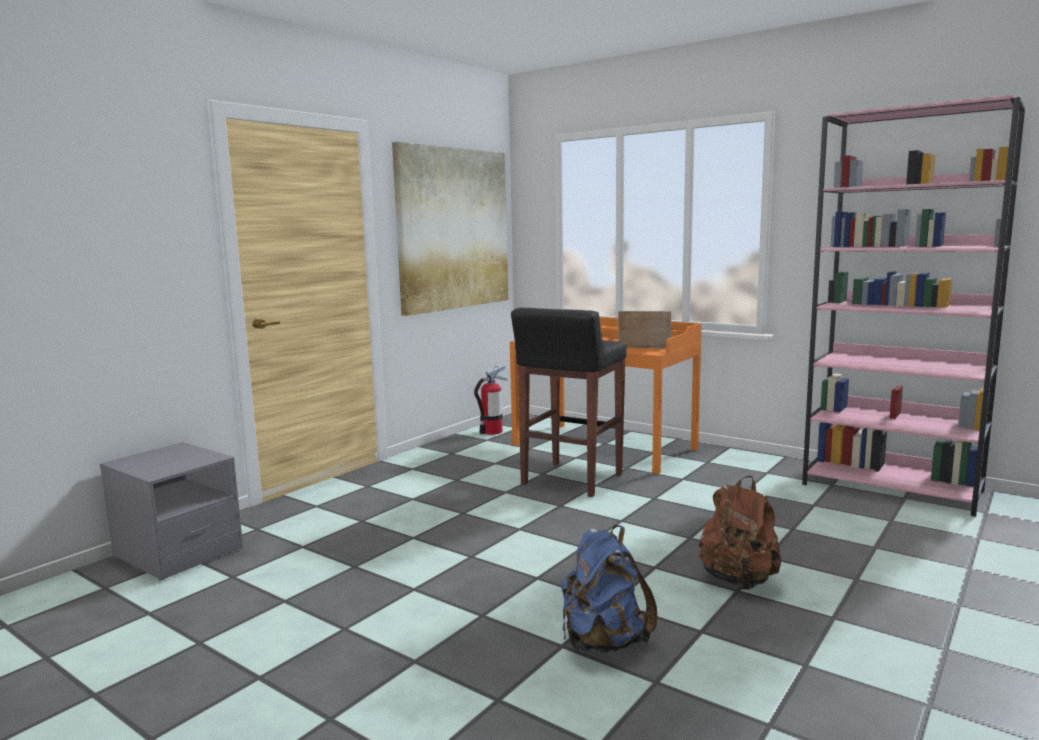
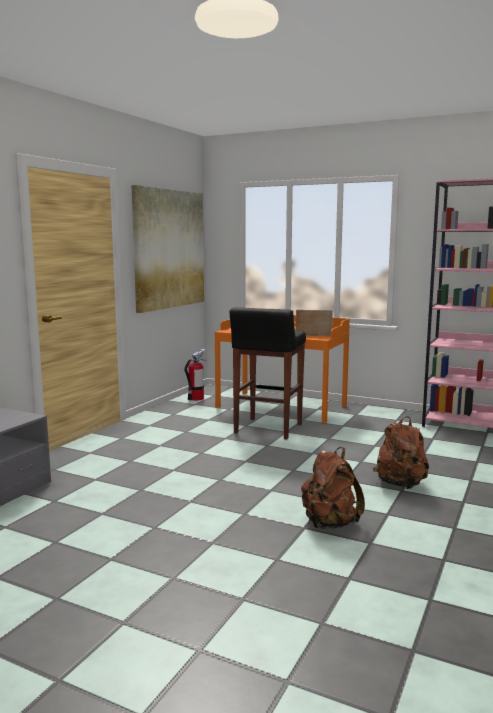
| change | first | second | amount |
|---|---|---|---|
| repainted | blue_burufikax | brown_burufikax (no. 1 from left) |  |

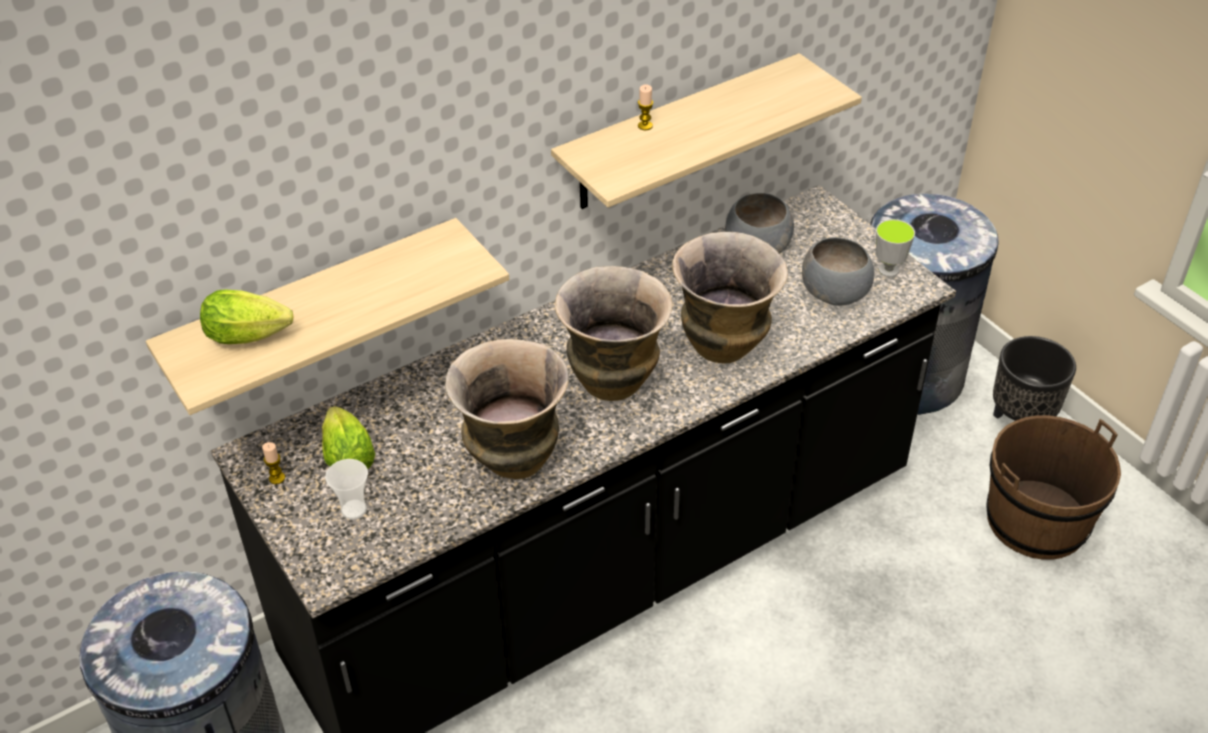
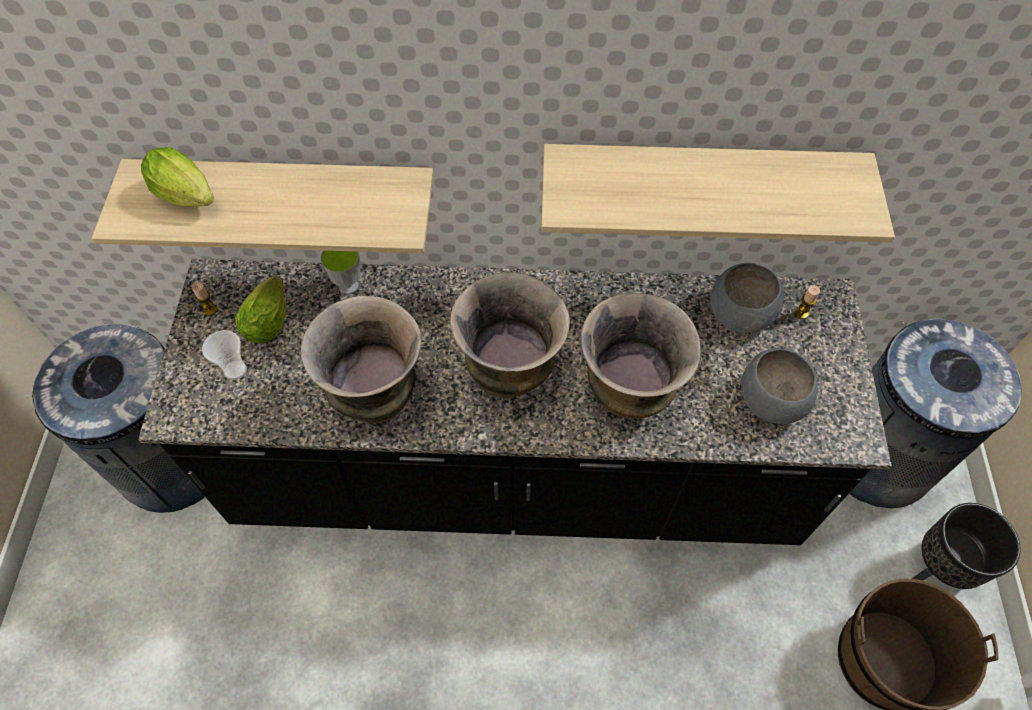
| change | first | second | amount |
|---|---|---|---|
| shifted | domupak (no. 2 from left) |  |  |
| shifted | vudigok (no. 2 from left) |  |  |

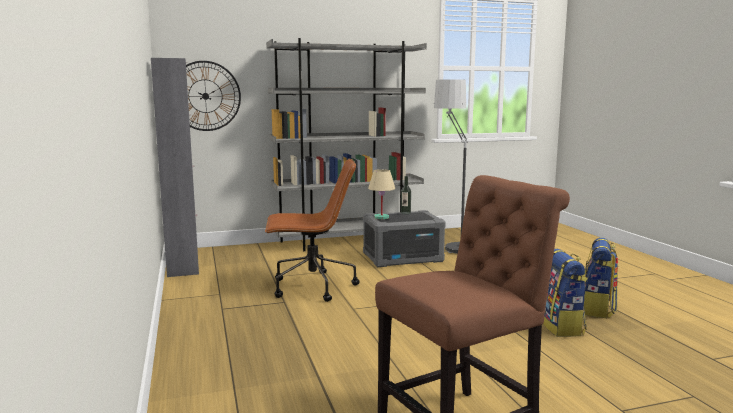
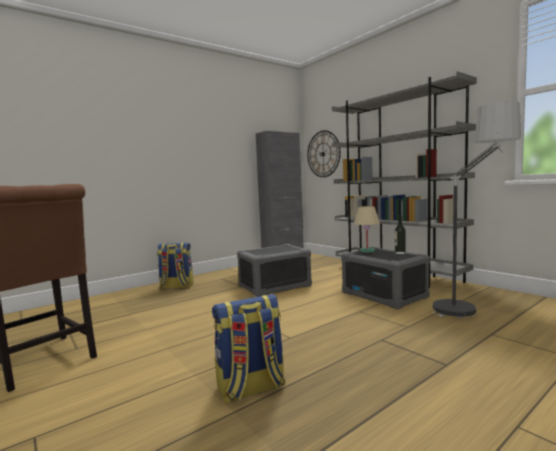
| change | first | second | amount |
|---|---|---|---|
| swapped | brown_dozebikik | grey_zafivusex (no. 1 from left) |  |
| shifted | burufikax (no. 2 from left in the first image) | burufikax (no. 1 from left) |  |

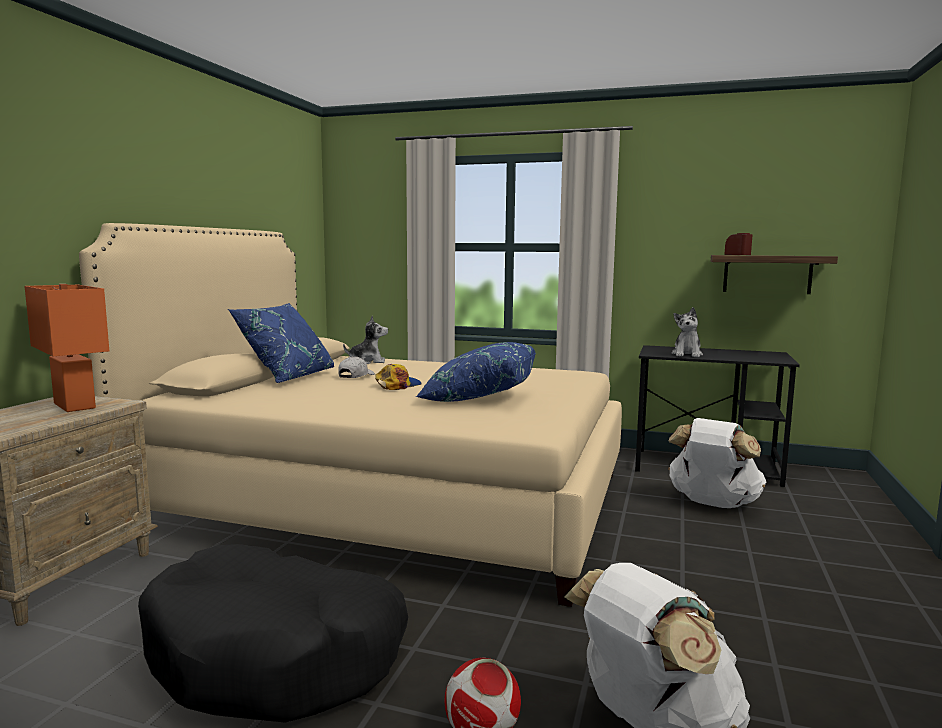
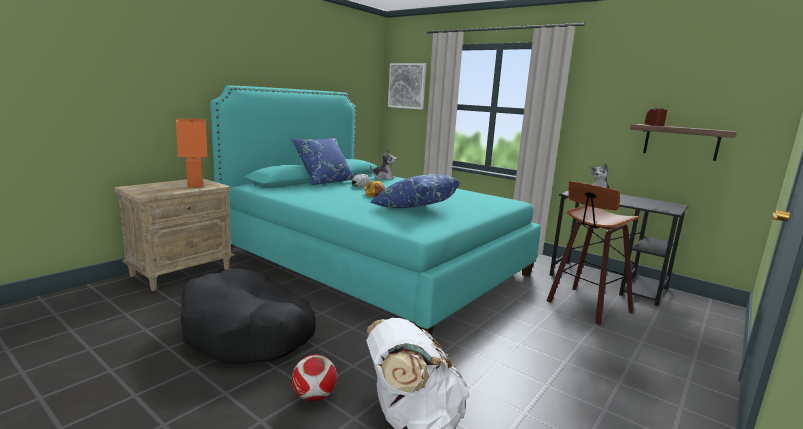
| change | first | second | amount |
|---|---|---|---|
| repainted | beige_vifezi | turquoise_vifezi |  |
| swapped | white_burufikax (no. 2 from left) | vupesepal |  |
| new |  | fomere |  |

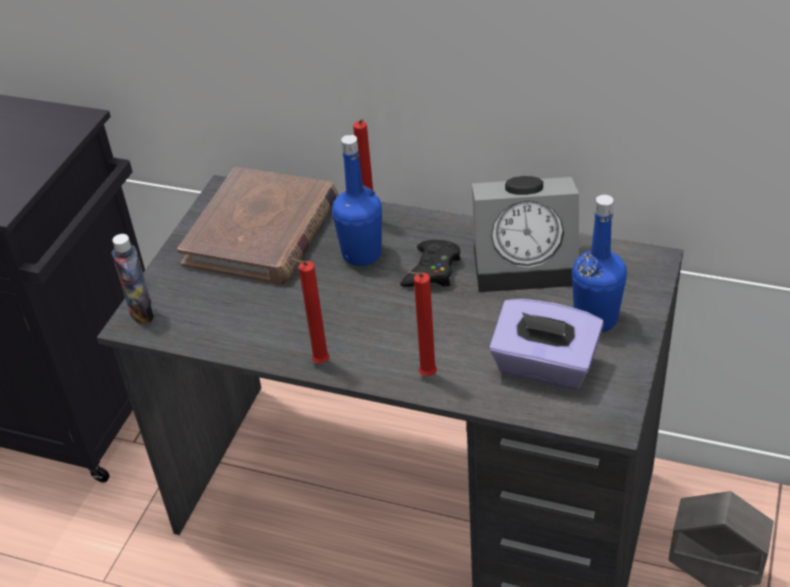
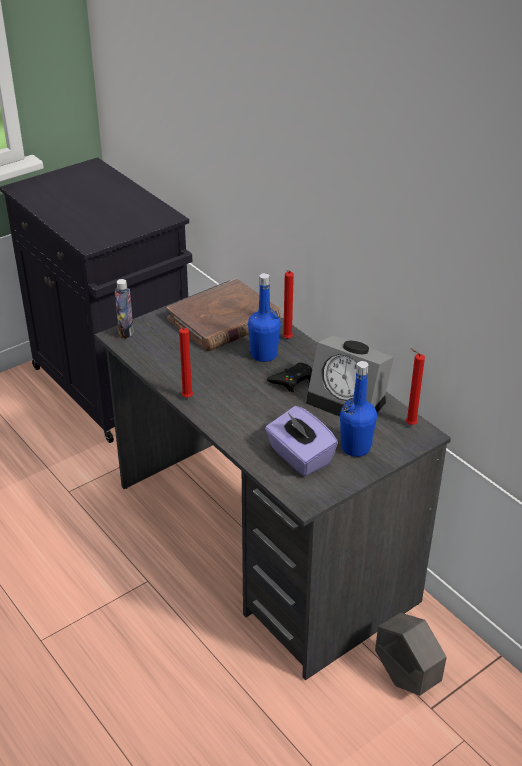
| change | first | second | amount |
|---|---|---|---|
| shifted | red_domupak (no. 3 from left) |  |  |

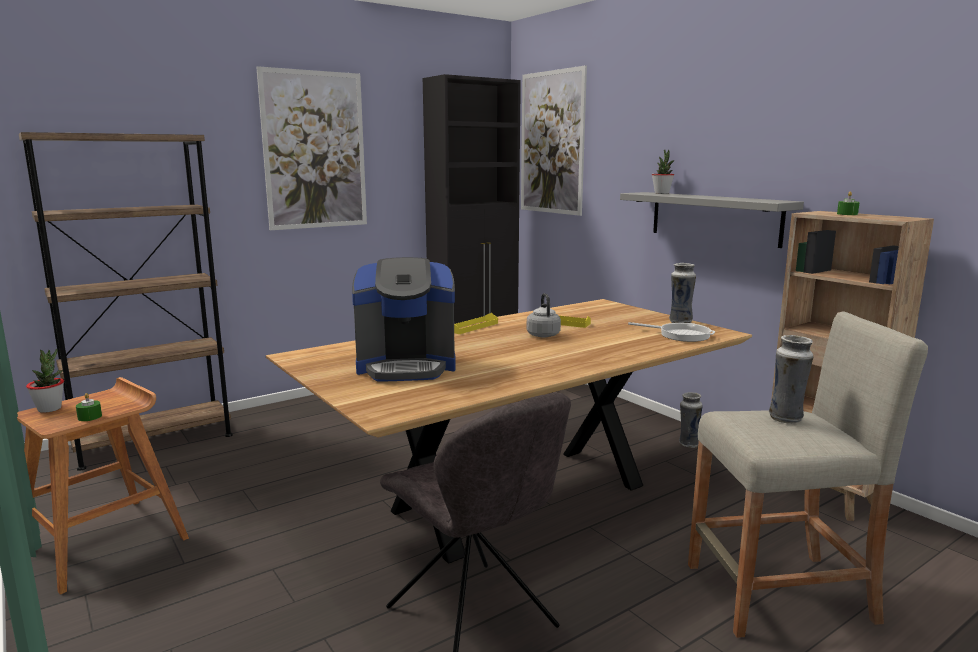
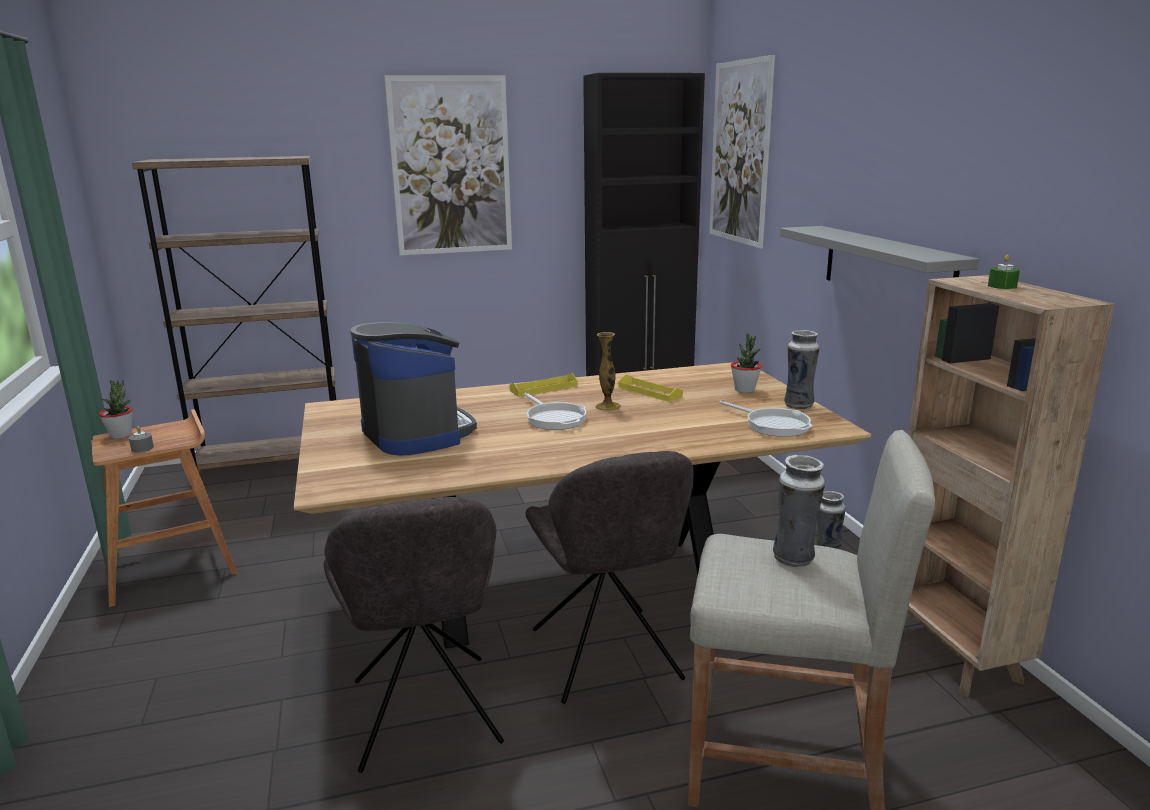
| change | first | second | amount |
|---|---|---|---|
| shifted | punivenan (no. 2 from left) |  |  |
| rotated | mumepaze |  | 135 degrees counterclockwise |
| swapped | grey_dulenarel | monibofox (no. 1 from left) |  |
| repainted | green_domupak (no. 1 from left) | grey_domupak |  |
| new |  | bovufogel (no. 1 from left) |  |
| new |  | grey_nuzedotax (no. 2 from left) |  |

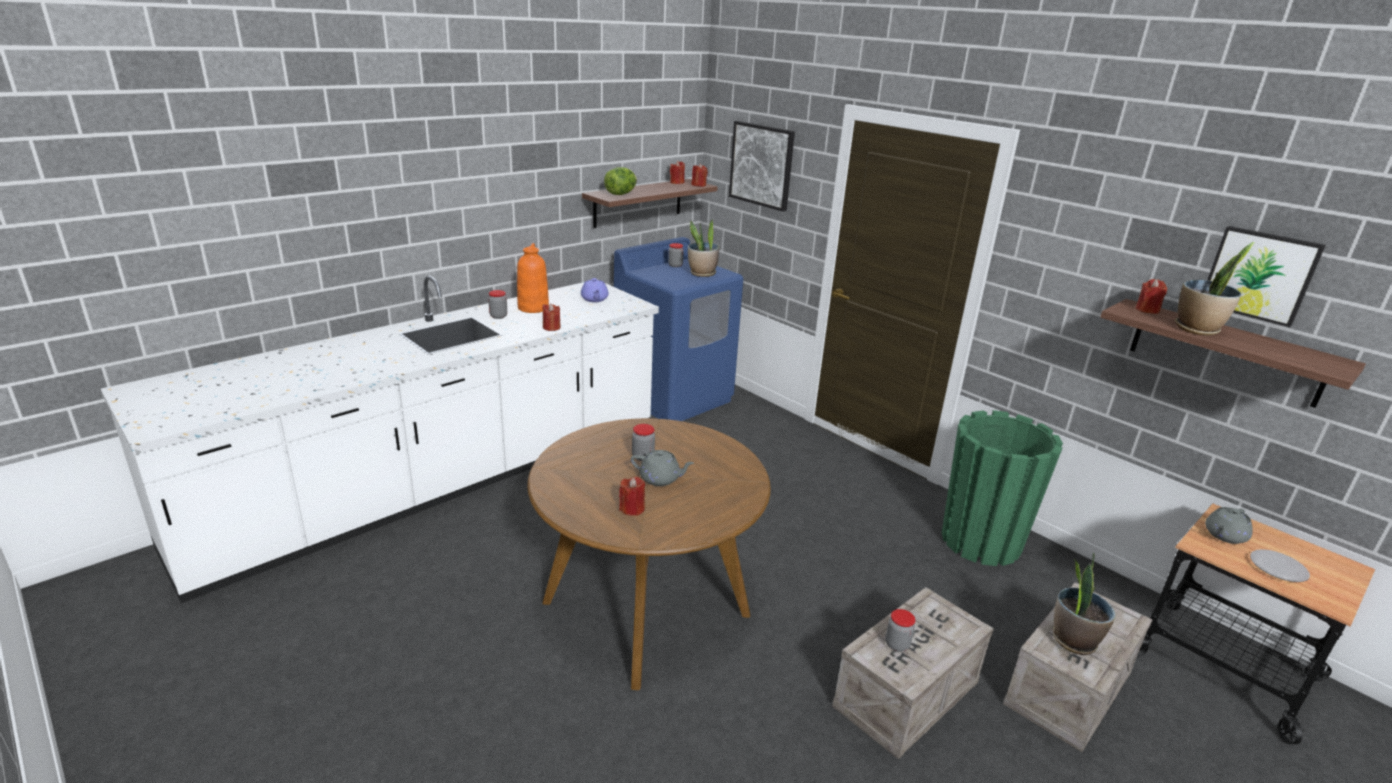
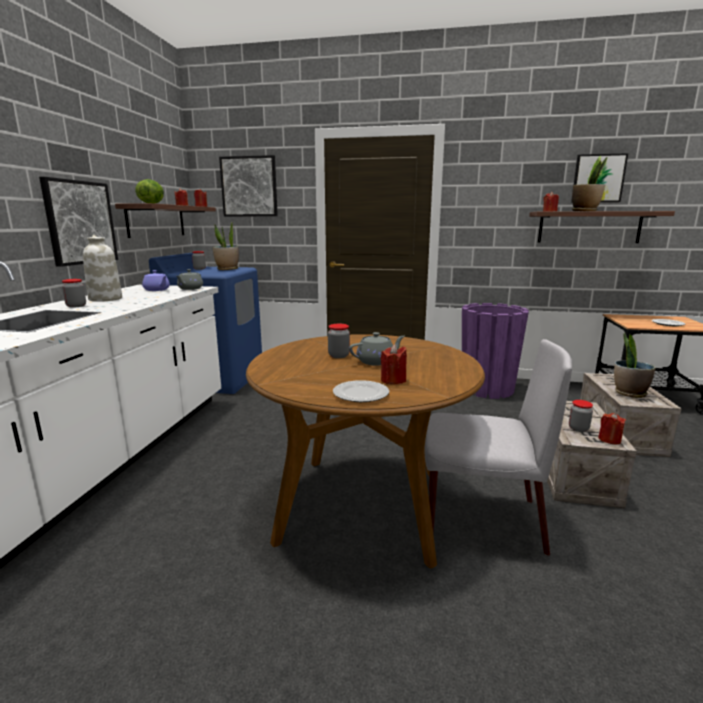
| change | first | second | amount |
|---|---|---|---|
| repainted | orange_monibofox | white_monibofox |  |
| shifted | red_domupak (no. 1 from left in the first image) | red_domupak (no. 5 from left) |  |
| repainted | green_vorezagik | purple_vorezagik |  |
| shifted | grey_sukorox (no. 2 from left in the first image) | grey_sukorox (no. 1 from left) |  |
| new |  | fomere (no. 1 from left) |  |
| new |  | grey_nuzedotax |  |
| new |  | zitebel (no. 1 from left) |  |

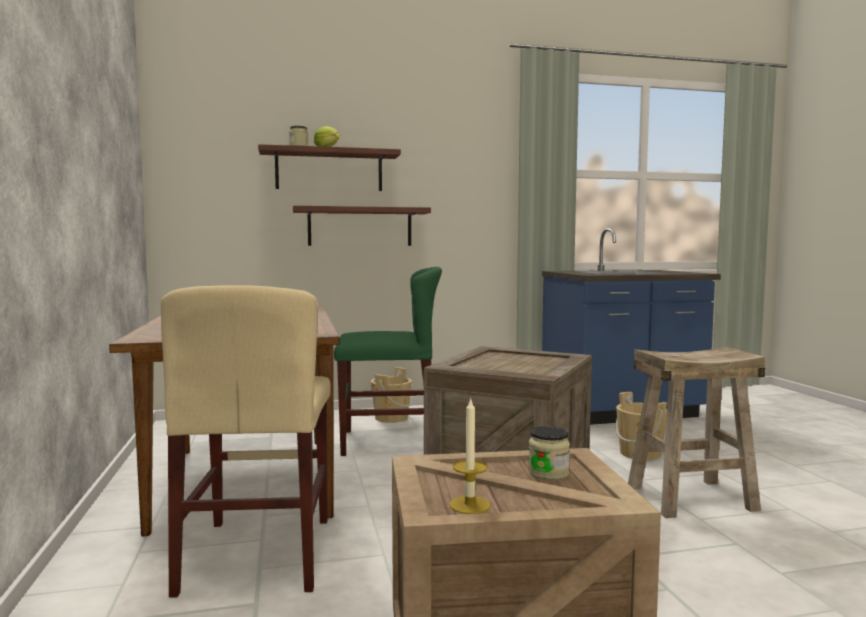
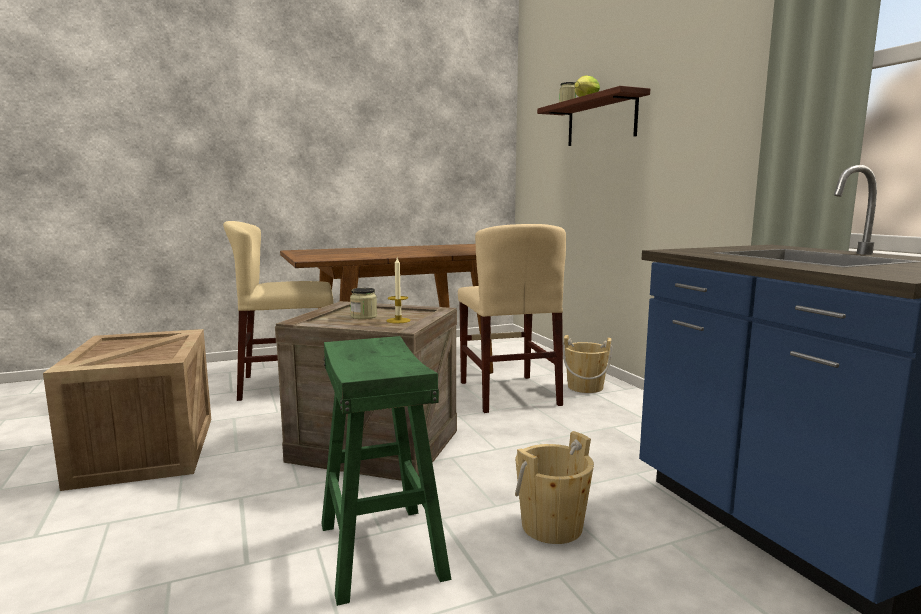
| change | first | second | amount |
|---|---|---|---|
| gone | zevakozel (no. 2 from left) |  |  |
| repainted | green_nuzedotax | beige_nuzedotax (no. 2 from left) |  |
| repainted | beige_vupesepal | green_vupesepal |  |
| shifted | domupak |  |  |
| shifted | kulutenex (no. 2 from left in the first image) | kulutenex (no. 1 from left) |  |

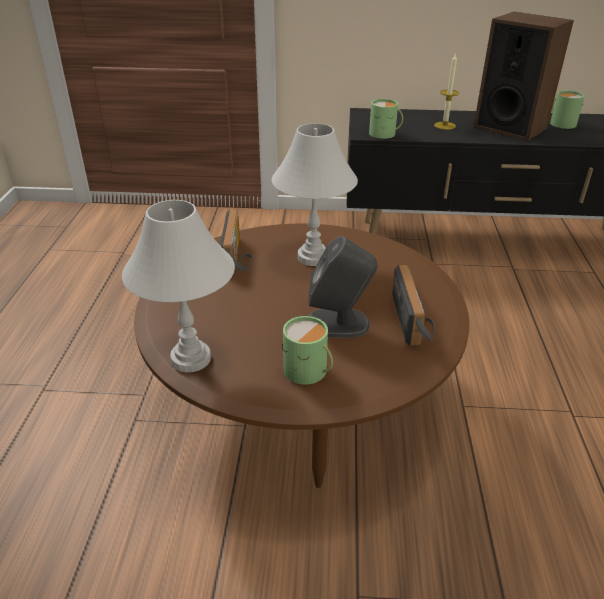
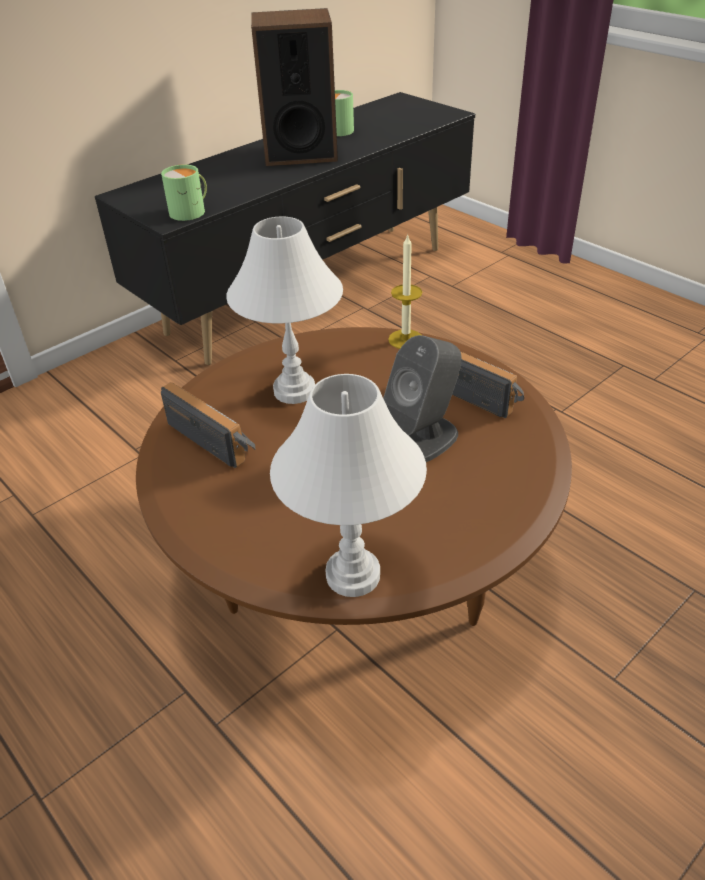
| change | first | second | amount |
|---|---|---|---|
| shifted | domupak |  |  |
| gone | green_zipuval (no. 1 from left) |  |  |

